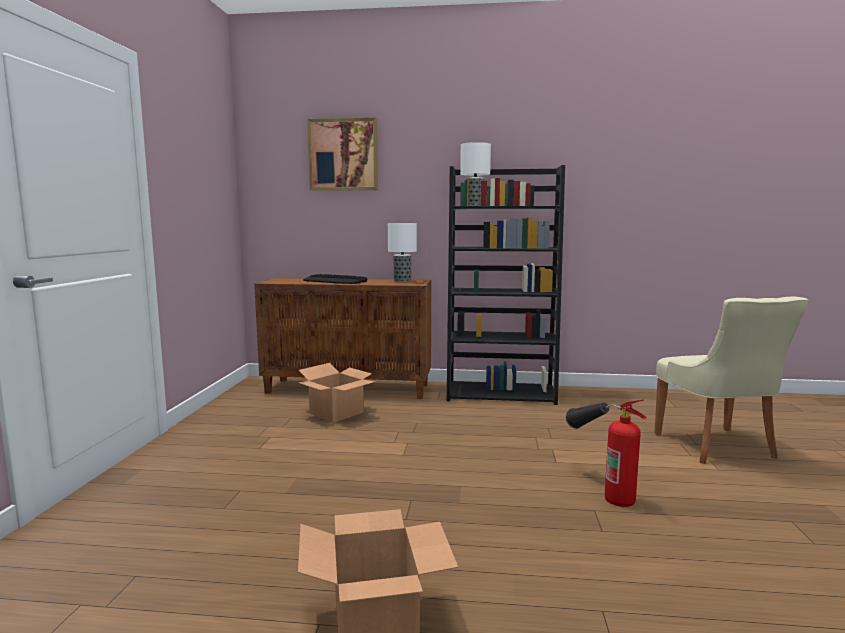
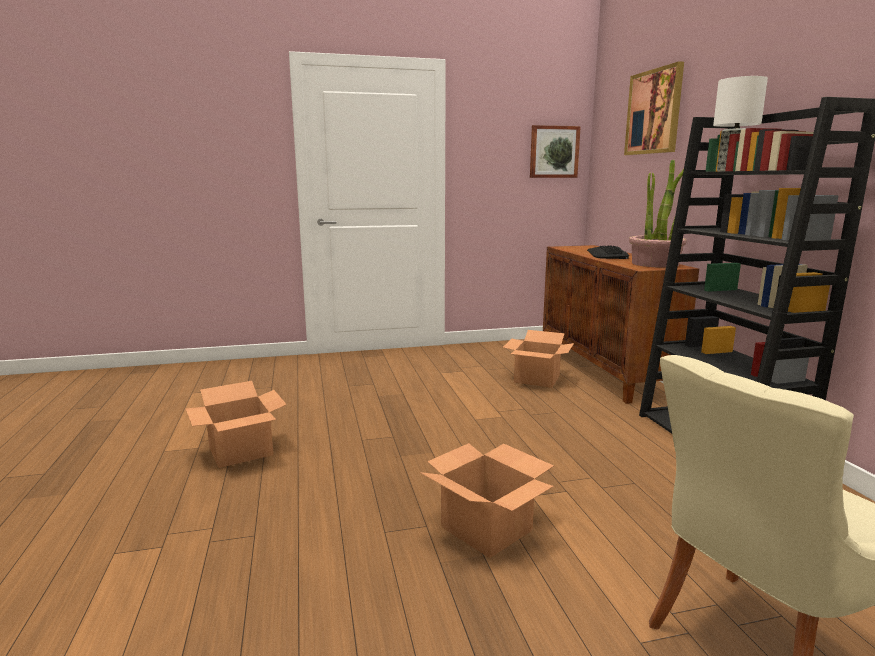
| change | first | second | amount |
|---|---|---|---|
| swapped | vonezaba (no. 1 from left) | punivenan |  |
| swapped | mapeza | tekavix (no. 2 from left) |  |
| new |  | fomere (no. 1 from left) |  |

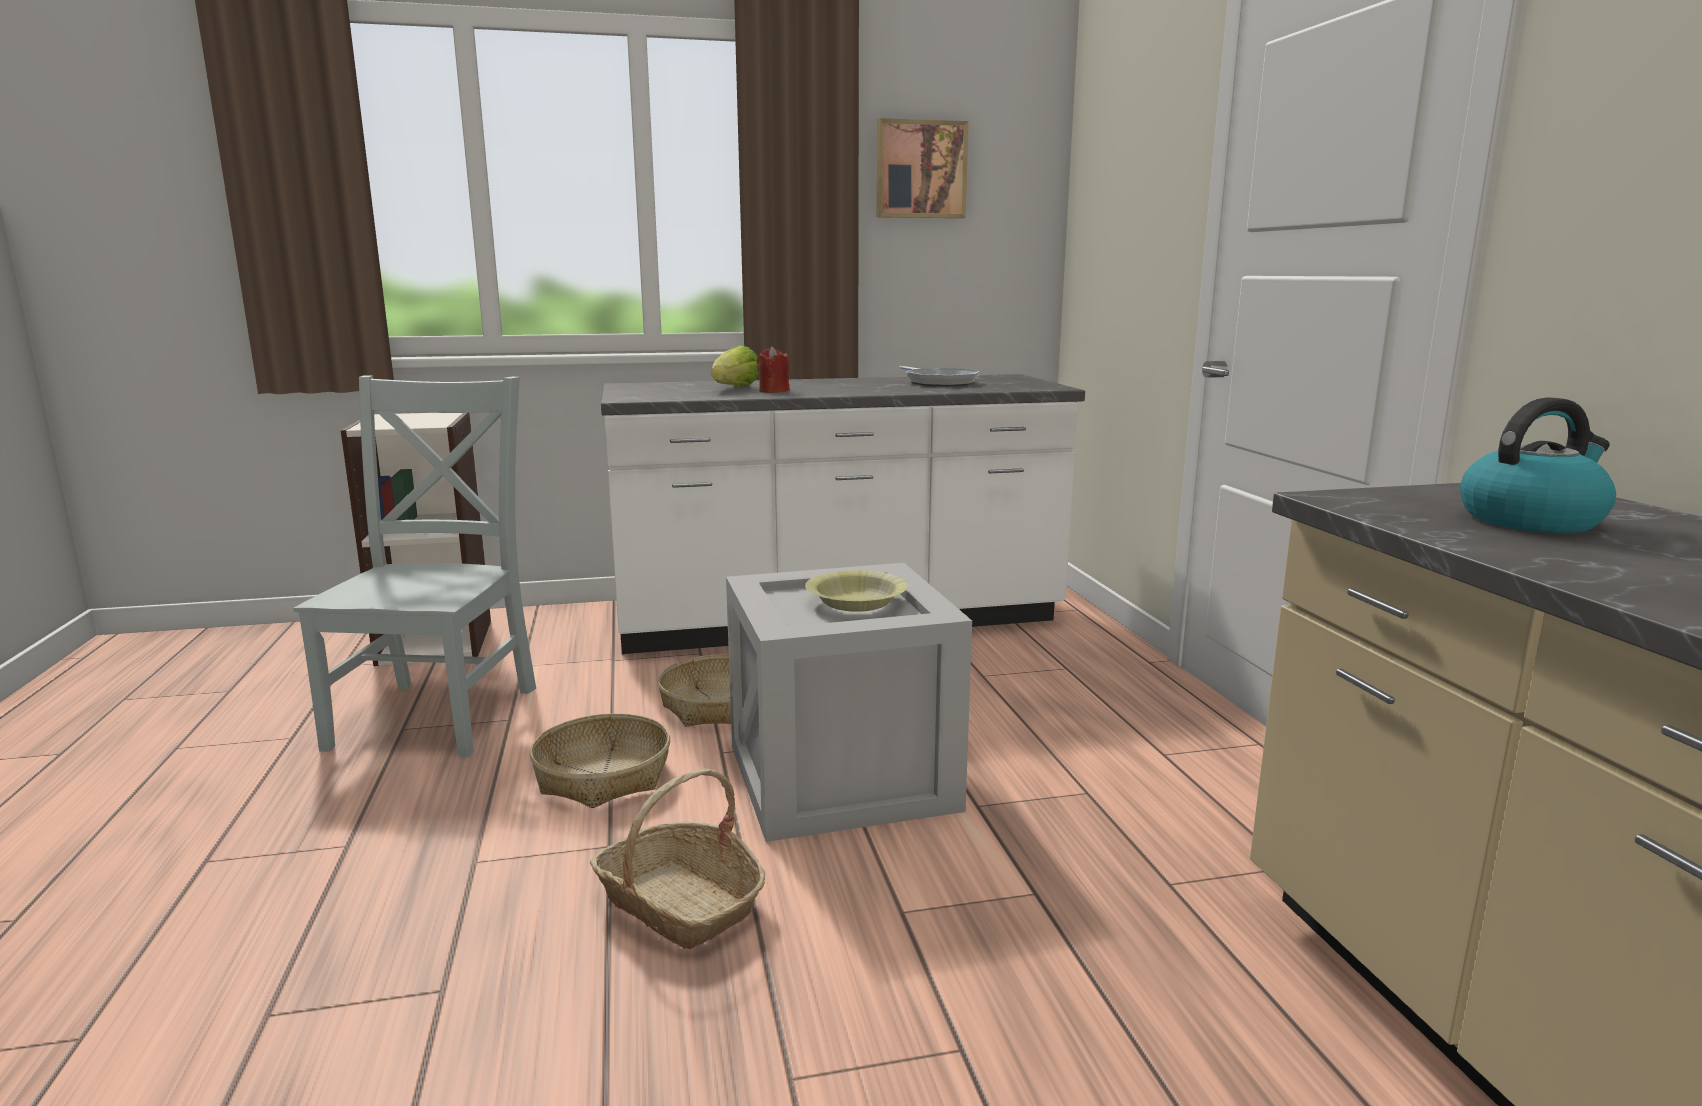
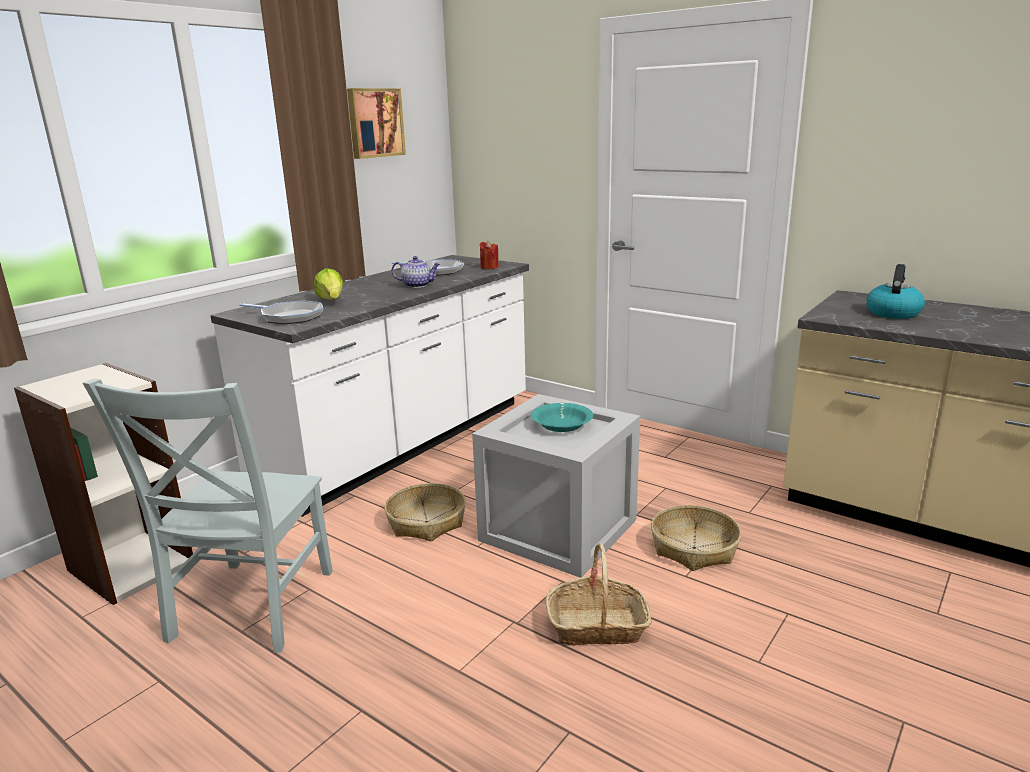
| change | first | second | amount |
|---|---|---|---|
| shifted | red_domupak |  |  |
| rotated | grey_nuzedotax |  | 135 degrees counterclockwise |
| repainted | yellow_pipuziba | turquoise_pipuziba |  |
| shifted | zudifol (no. 1 from left in the first image) | zudifol (no. 3 from left) |  |
| new |  | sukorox |  |
| new |  | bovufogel (no. 1 from left) |  |

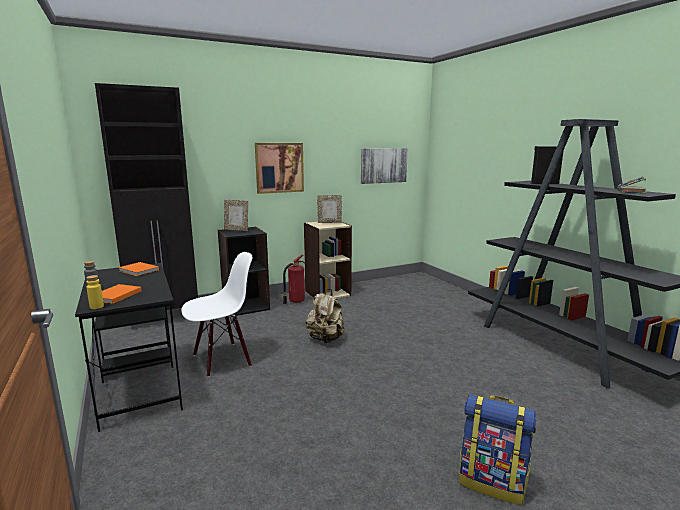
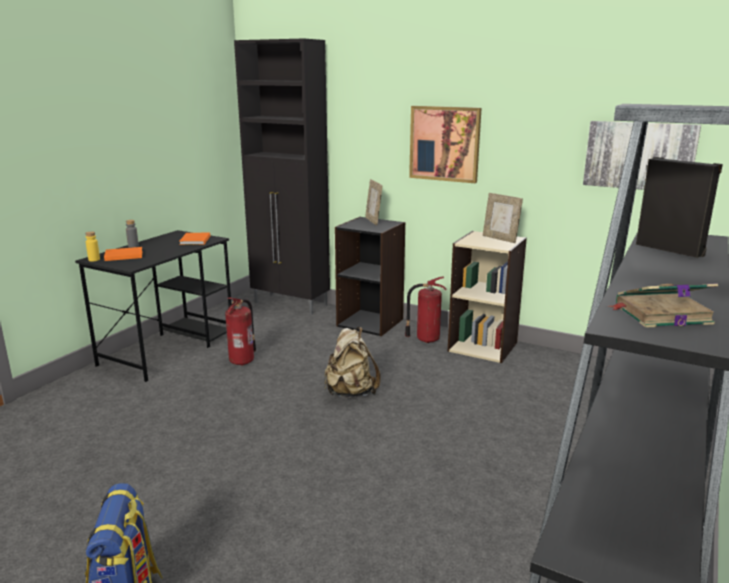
| change | first | second | amount |
|---|---|---|---|
| swapped | white_nuzedotax | mapeza (no. 1 from left) |  |

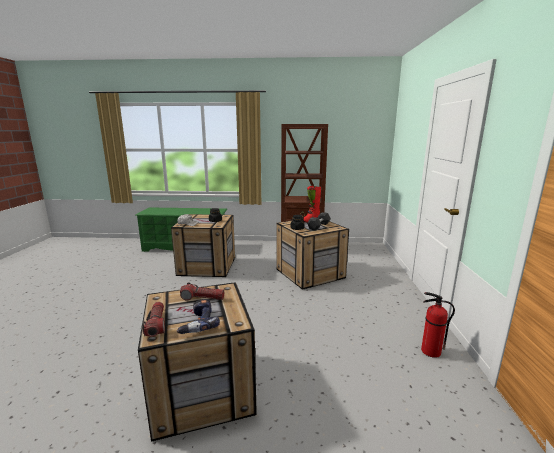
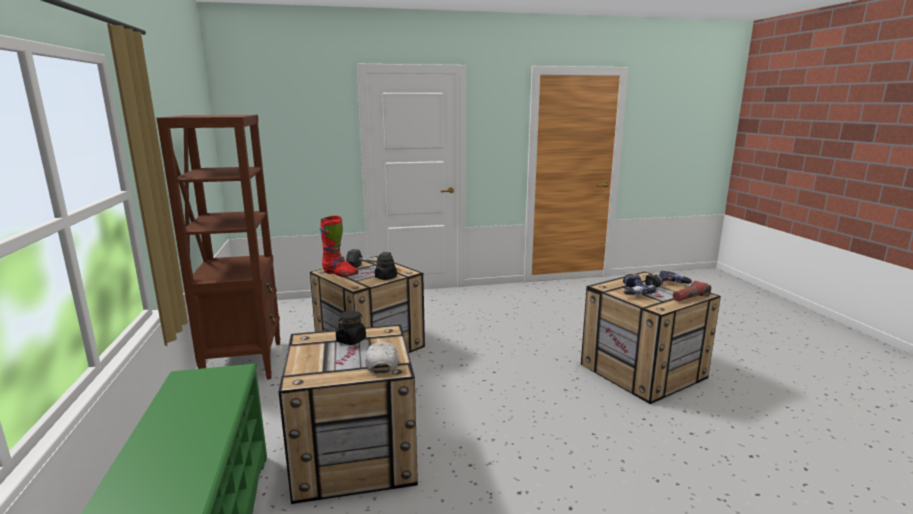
| change | first | second | amount |
|---|---|---|---|
| swapped | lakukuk (no. 2 from left) | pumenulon (no. 1 from left) |  |
| gone | mapeza |  |  |

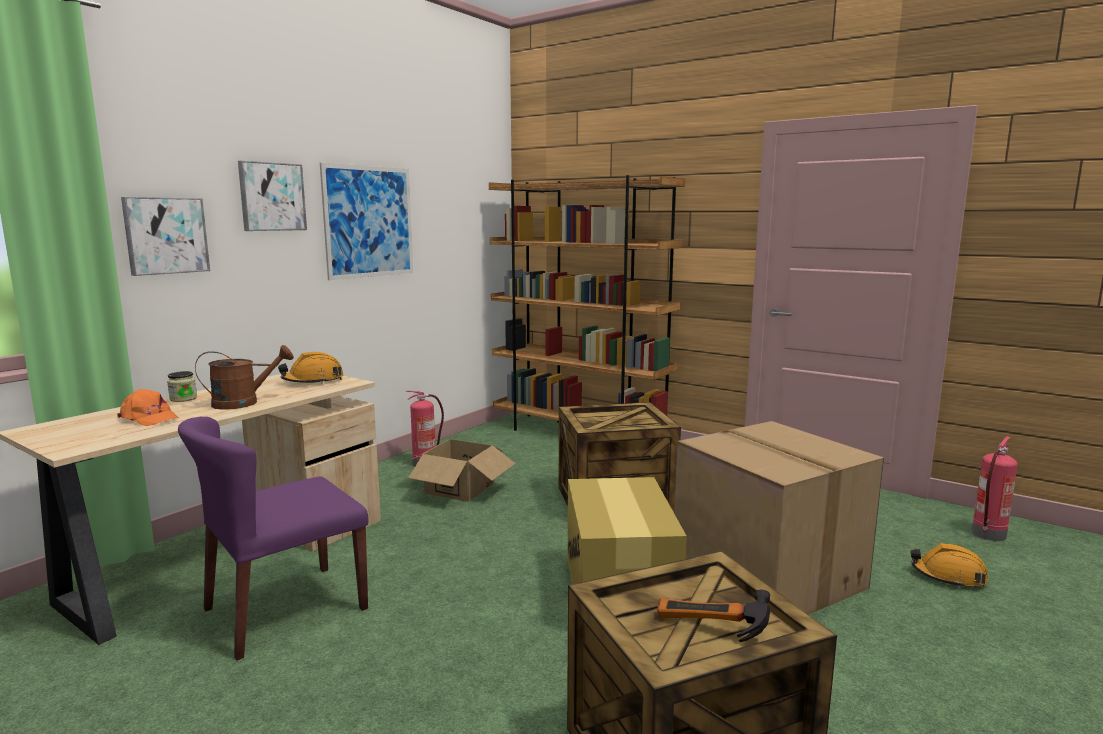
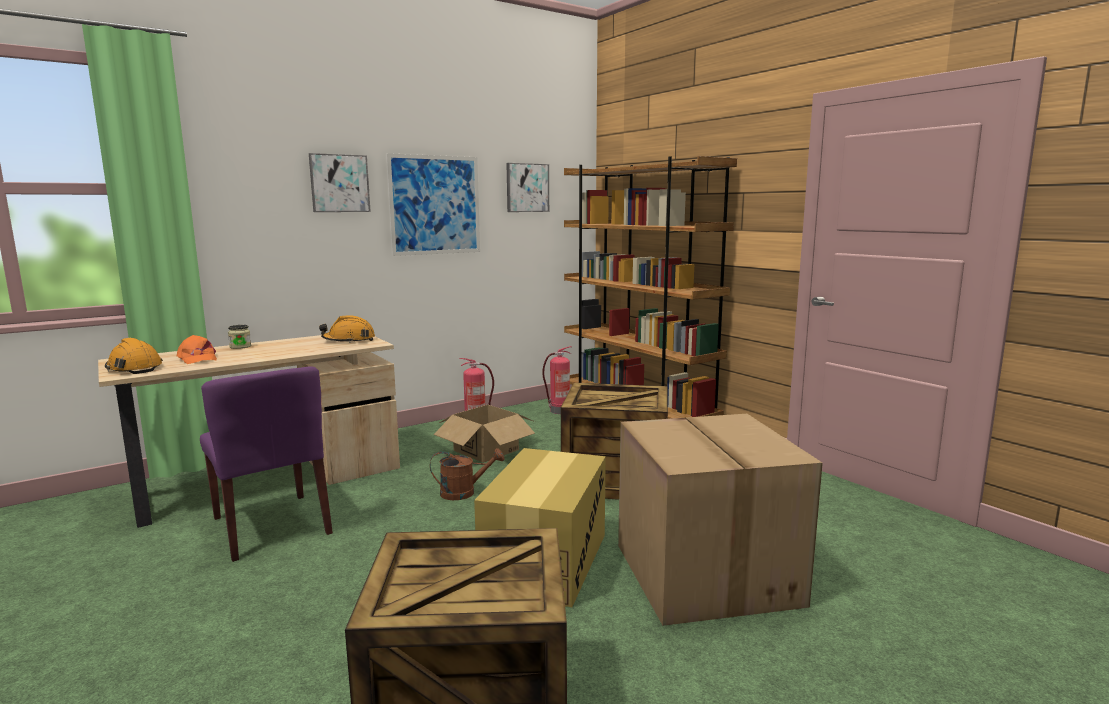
| change | first | second | amount |
|---|---|---|---|
| shifted | fomere (no. 1 from left in the first image) | fomere (no. 3 from left) |  |
| shifted | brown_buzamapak |  |  |
| rotated | purple_nuzedotax |  | 105 degrees counterclockwise |
| shifted | mapeza (no. 2 from left) |  |  |
| shifted | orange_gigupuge (no. 2 from left in the first image) | orange_gigupuge (no. 1 from left) |  |
| gone | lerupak |  |  |

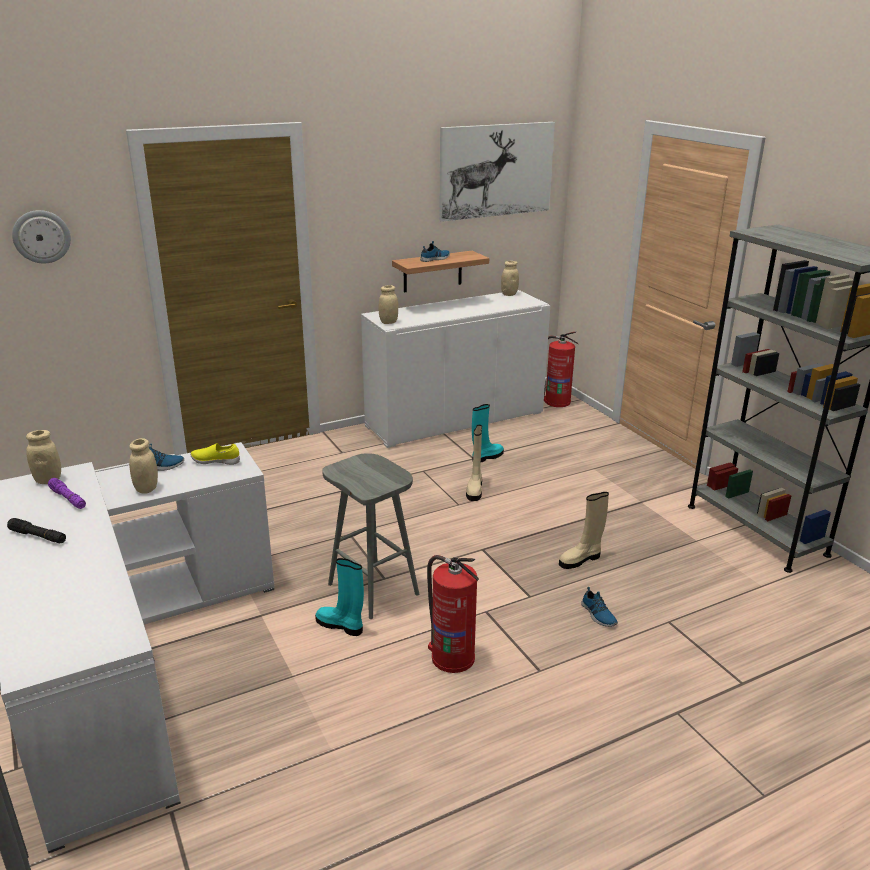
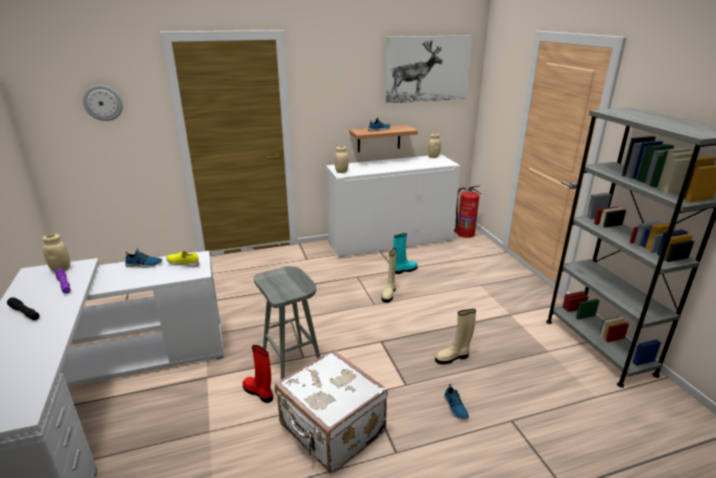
| change | first | second | amount |
|---|---|---|---|
| gone | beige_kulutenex (no. 2 from left) |  |  |
| swapped | mapeza (no. 1 from left) | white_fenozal |  |
| repainted | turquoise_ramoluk (no. 1 from left) | red_ramoluk |  |

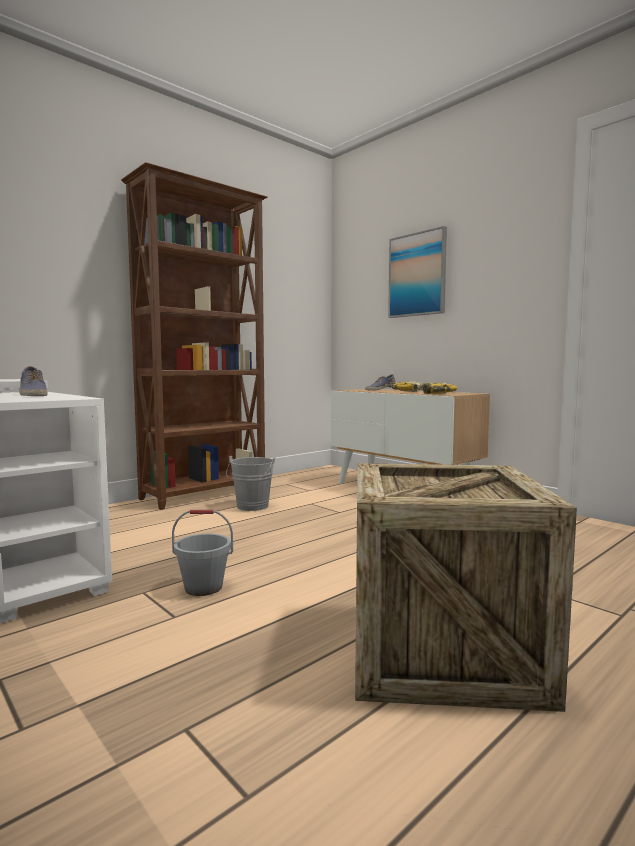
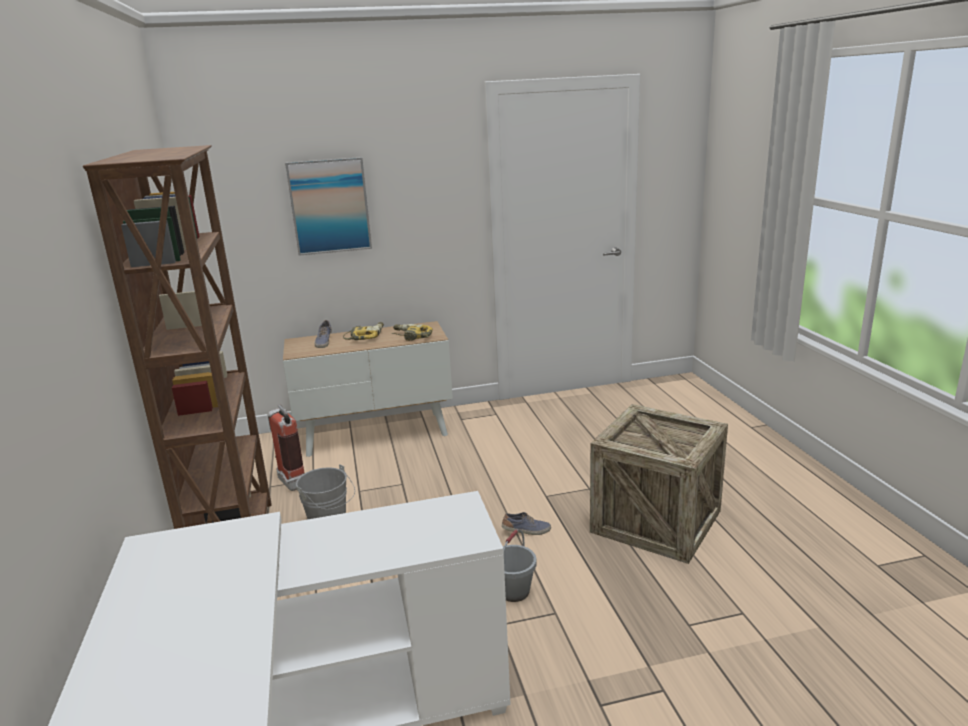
| change | first | second | amount |
|---|---|---|---|
| shifted | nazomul (no. 1 from left in the first image) | nazomul (no. 2 from left) |  |
| new |  | mapeza |  |

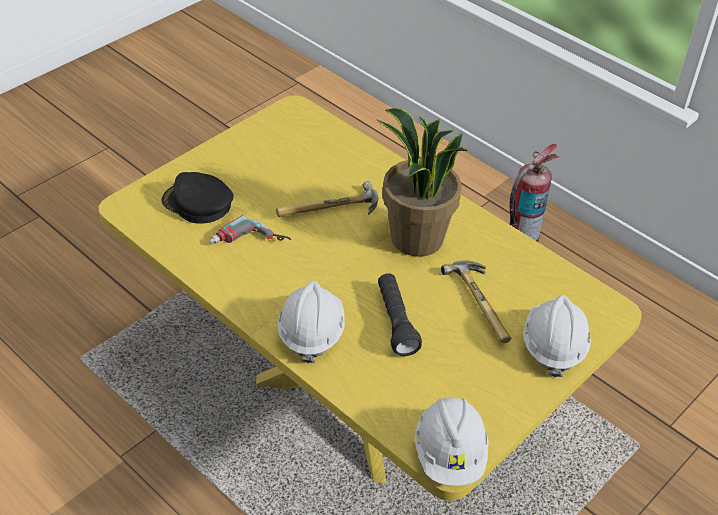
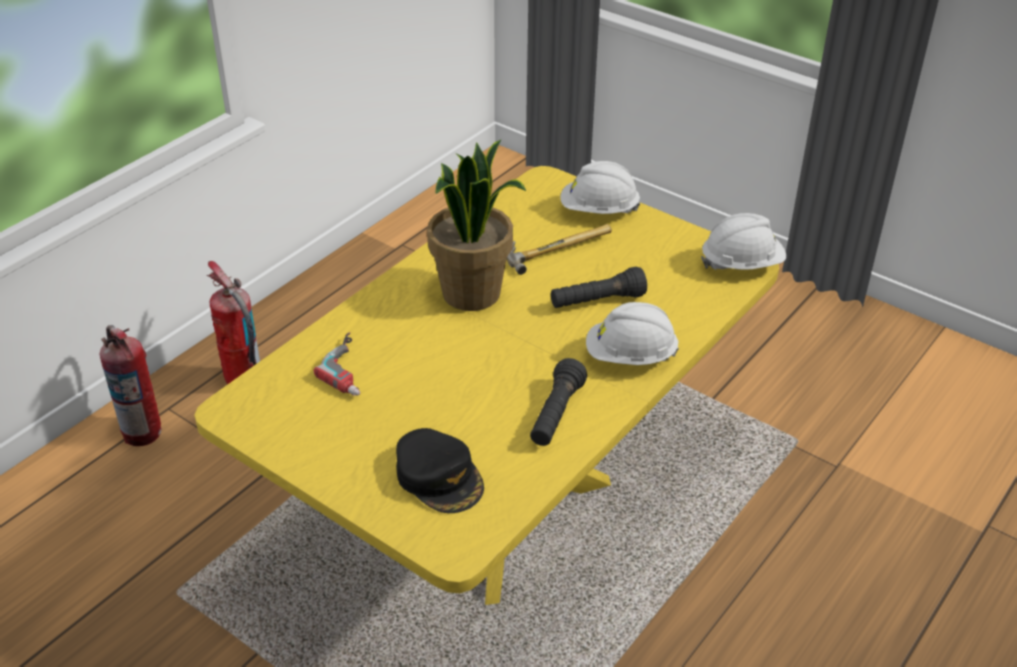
| change | first | second | amount |
|---|---|---|---|
| rotated | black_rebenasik |  | 60 degrees counterclockwise |
| gone | lerupak (no. 1 from left) |  |  |
| shifted | pumenulon |  |  |
| new |  | mapeza (no. 1 from left) |  |
| new |  | black_lakukuk (no. 1 from left) |  |

